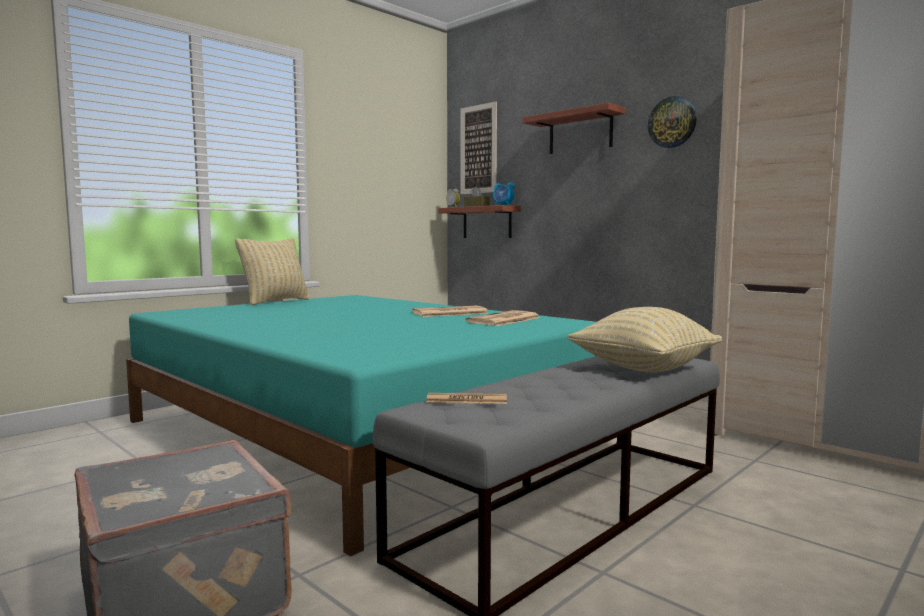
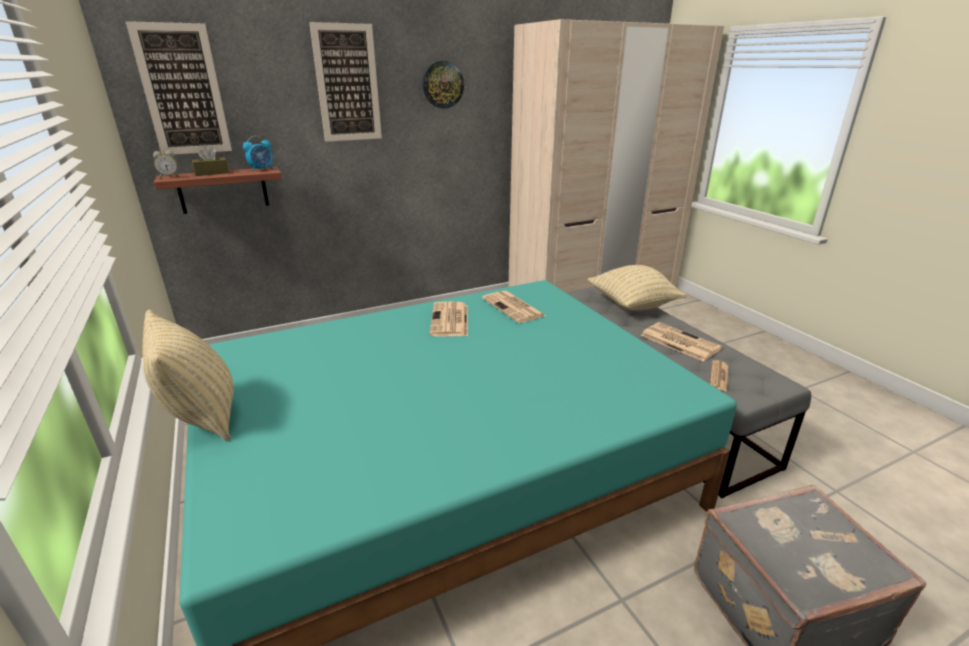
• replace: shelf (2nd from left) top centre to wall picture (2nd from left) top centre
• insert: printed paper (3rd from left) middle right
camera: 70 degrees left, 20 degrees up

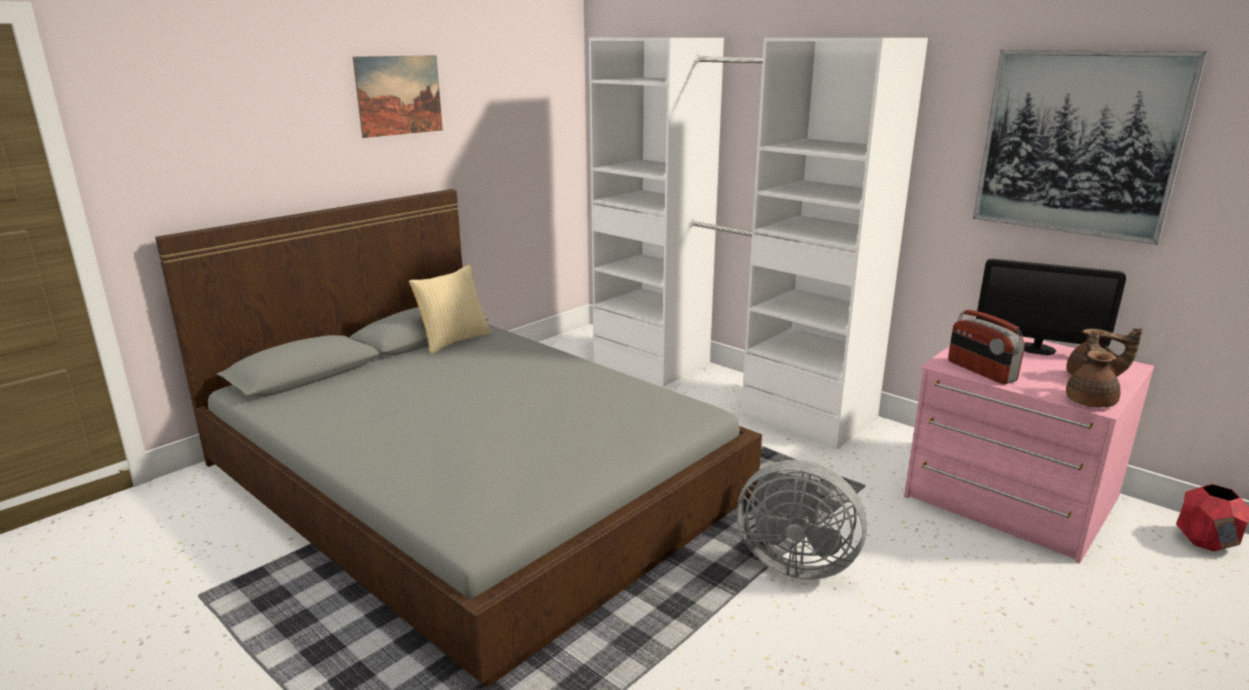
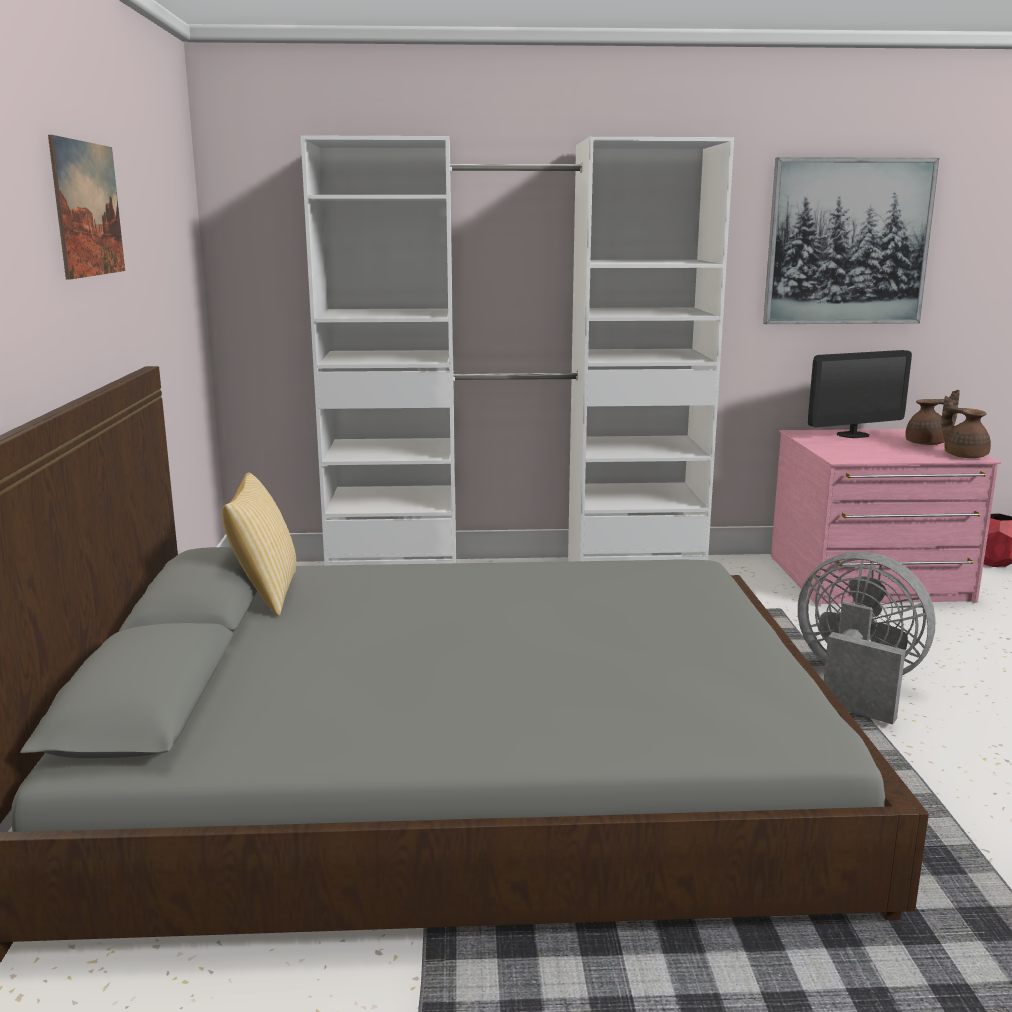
• delete: radio set middle right
• rotate: gray cooling fan bottom centre = middle right 120 degrees counterclockwise
camera: 45 degrees left, 5 degrees down

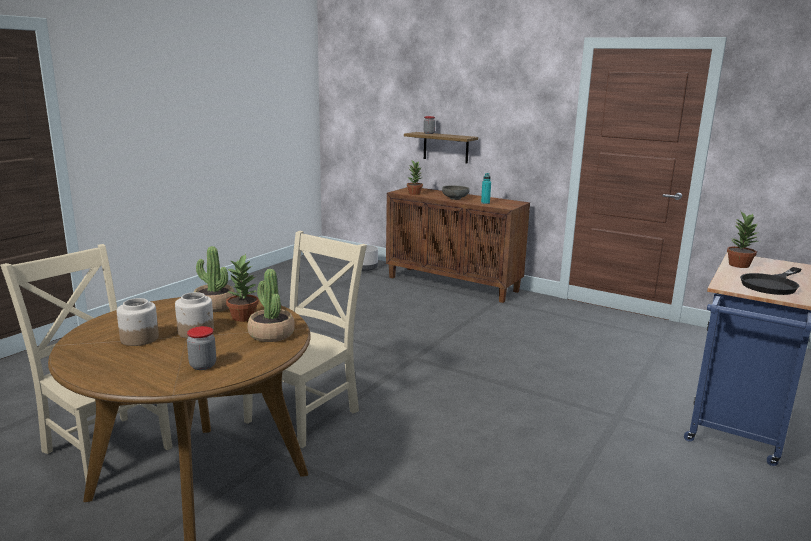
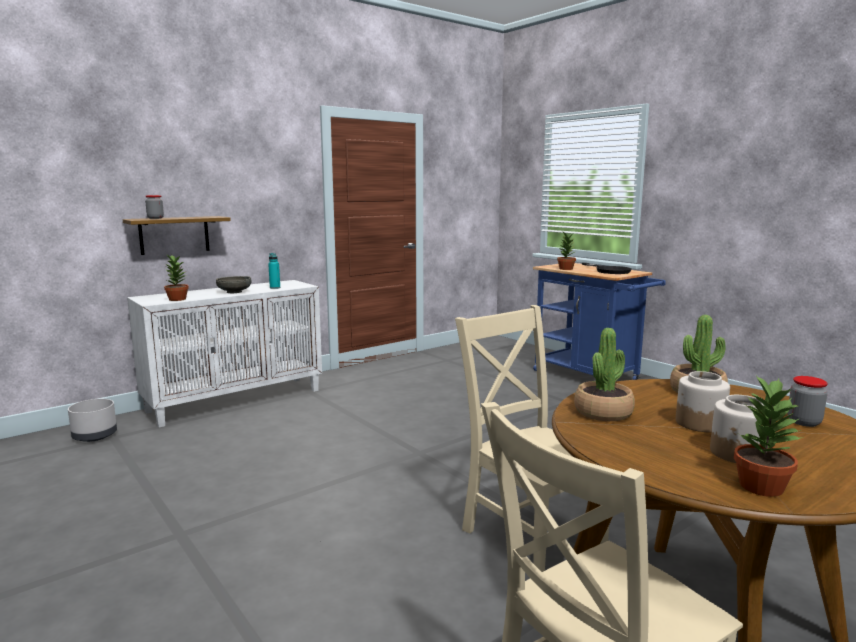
• recolor: brown-coloured cabinet centre to whitish cabinet middle left
• move: potted plant (2nd from left in the first image) middle left to potted plant (5th from left) bottom right
camera: 70 degrees left, 5 degrees down

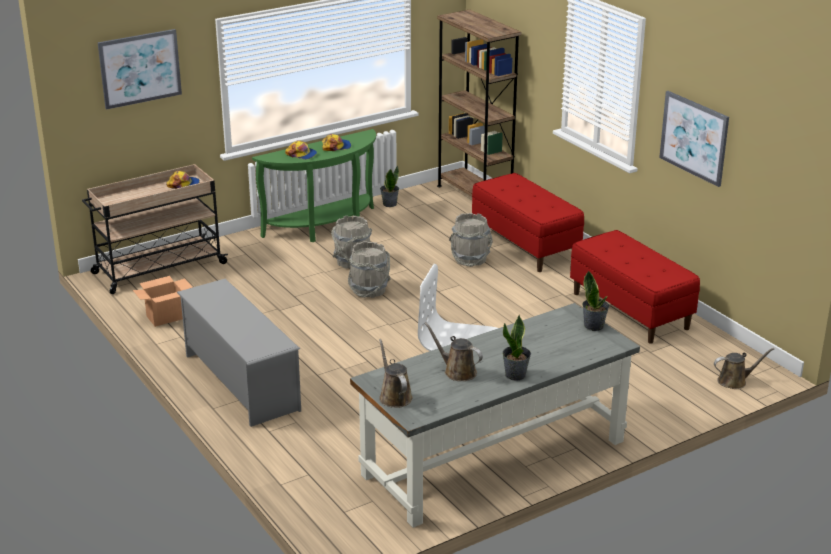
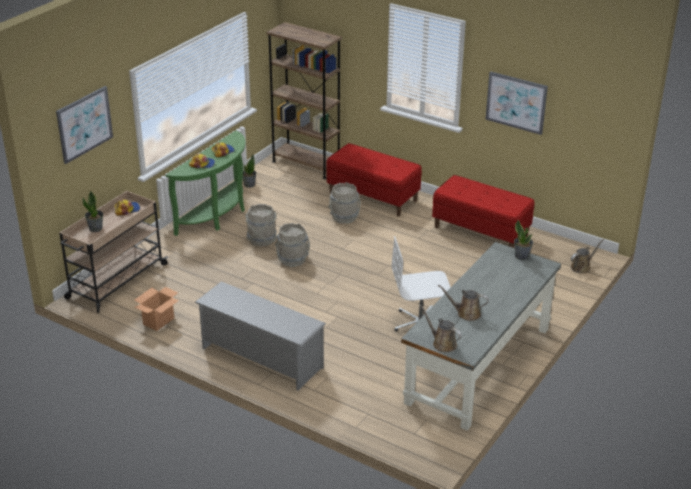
• move: potted plant (2nd from left in the first image) centre to potted plant (1st from left) middle left
camera: 25 degrees left, 5 degrees up

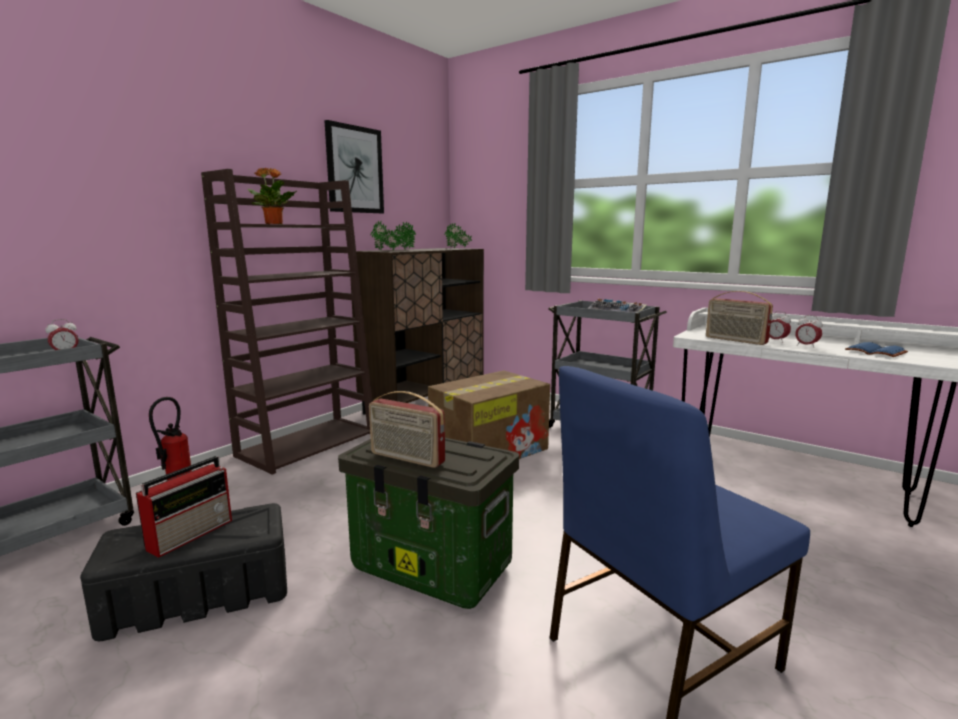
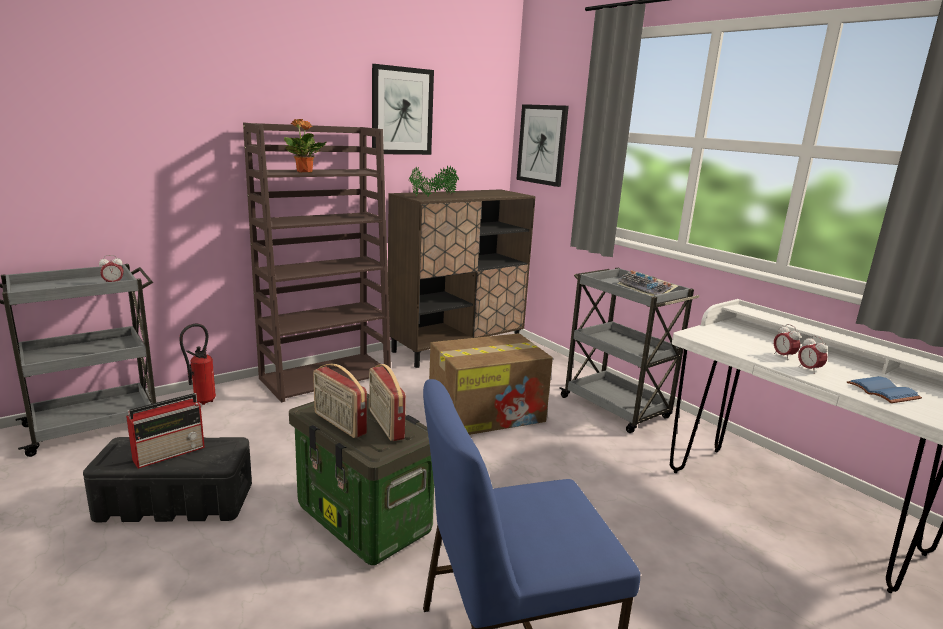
• delete: potted plant (4th from left) top centre
• move: radio set (3rd from left) middle right to centre
• insert: wall picture (2nd from left) top centre
camera: 15 degrees right, 5 degrees up

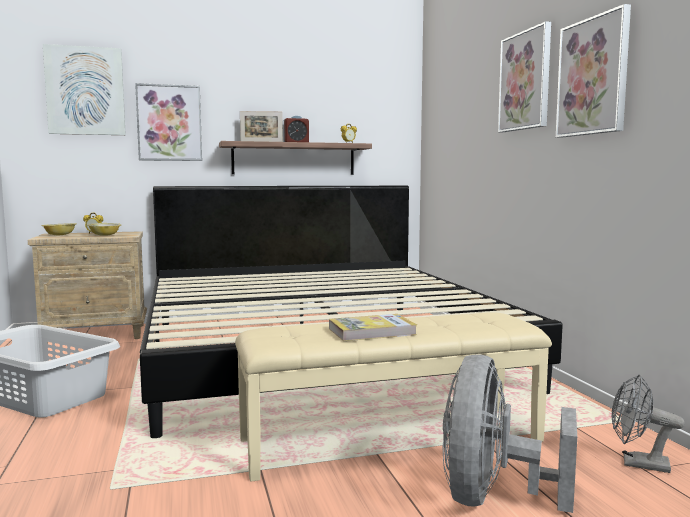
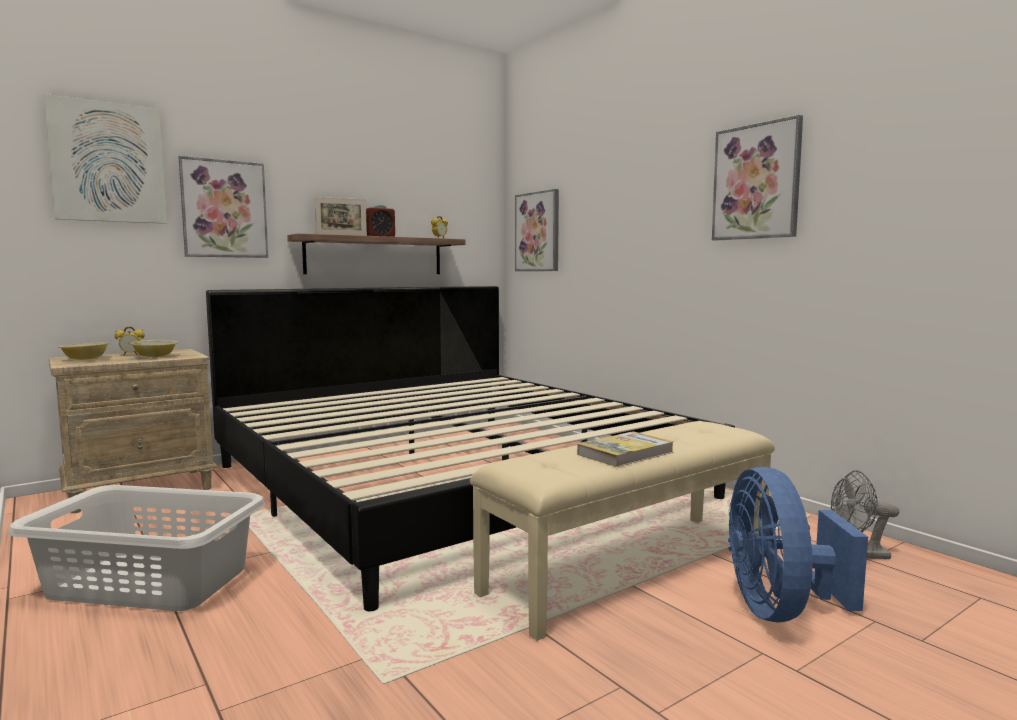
• move: wall picture (3rd from left) top right to top centre
• recolor: gray cooling fan (1st from left) bottom right to blue-coloured cooling fan bottom right
camera: 20 degrees left, 0 degrees up

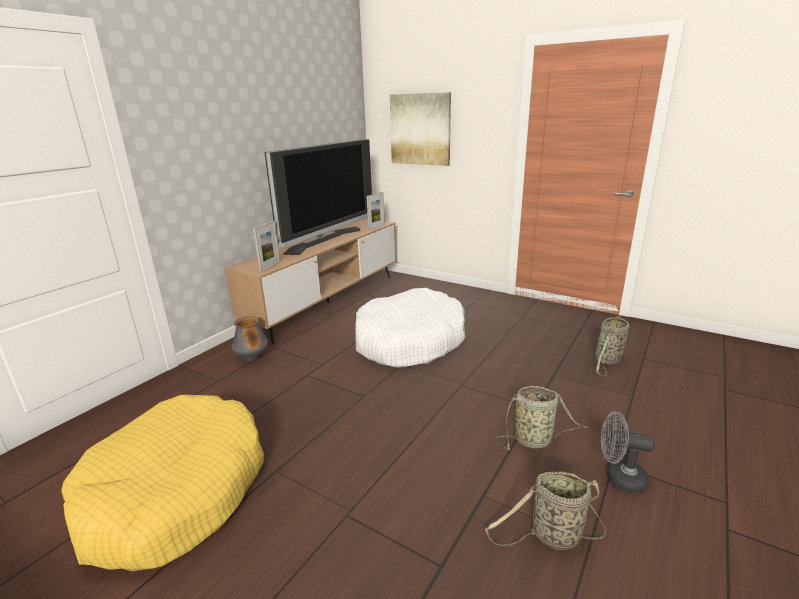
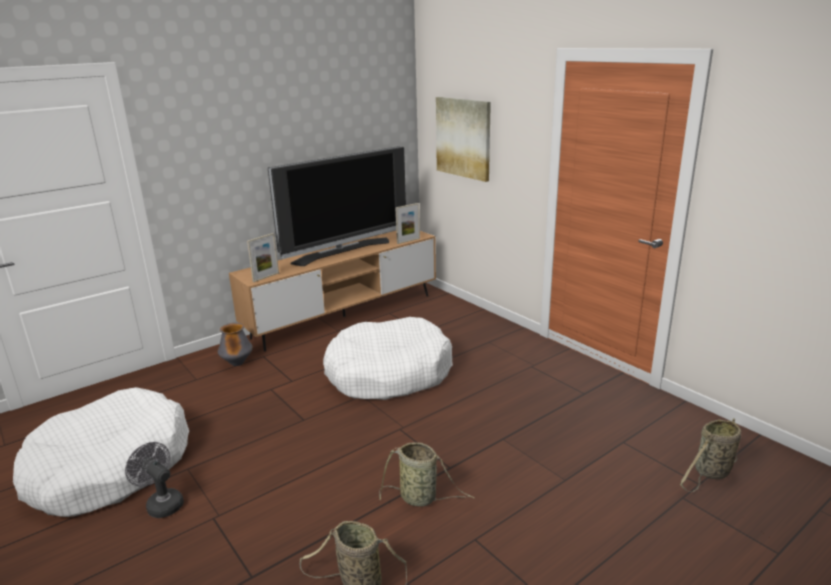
• move: household basket (3rd from left) middle right to bottom right
• recolor: yellow pet bed bottom left to whitish pet bed (1st from left) bottom left
• move: gray cooling fan bottom right to bottom left
camera: 20 degrees right, 0 degrees up

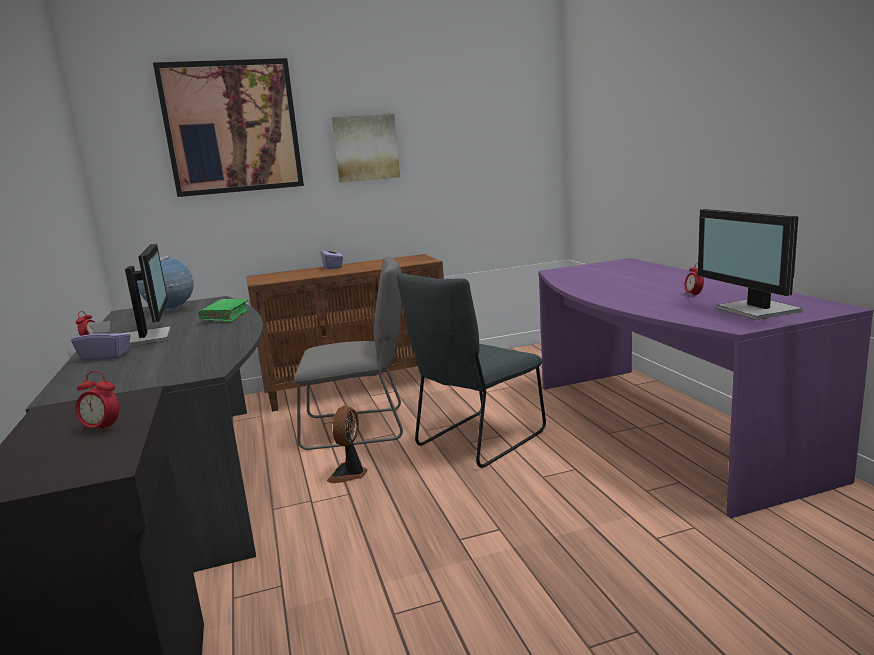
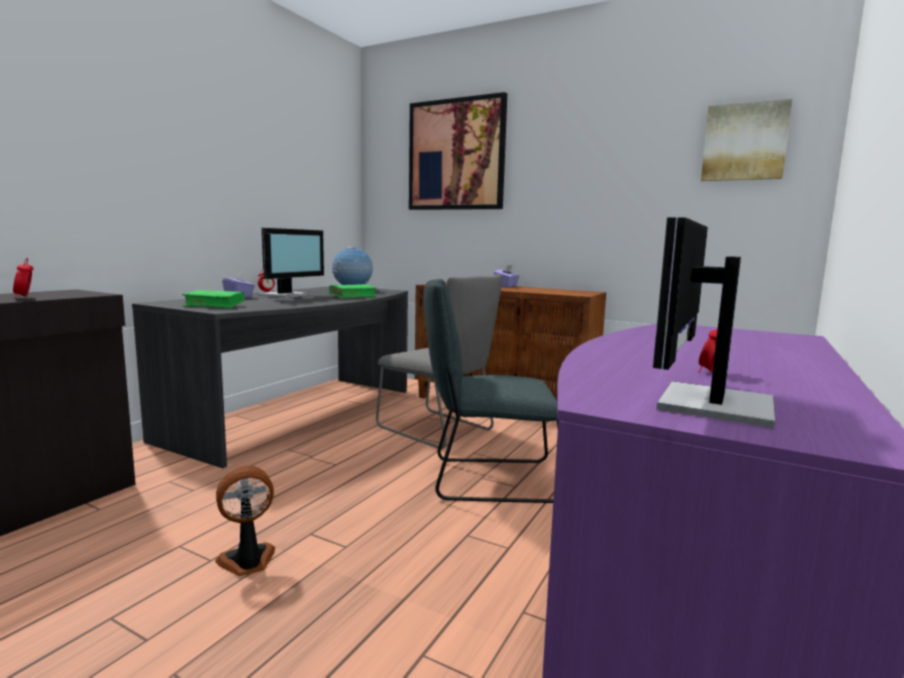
• move: wall picture (2nd from left) top centre to top right
• move: cooling fan bottom centre to bottom left
• insert: green-coloured volume (1st from left) middle left
camera: 45 degrees right, 5 degrees down

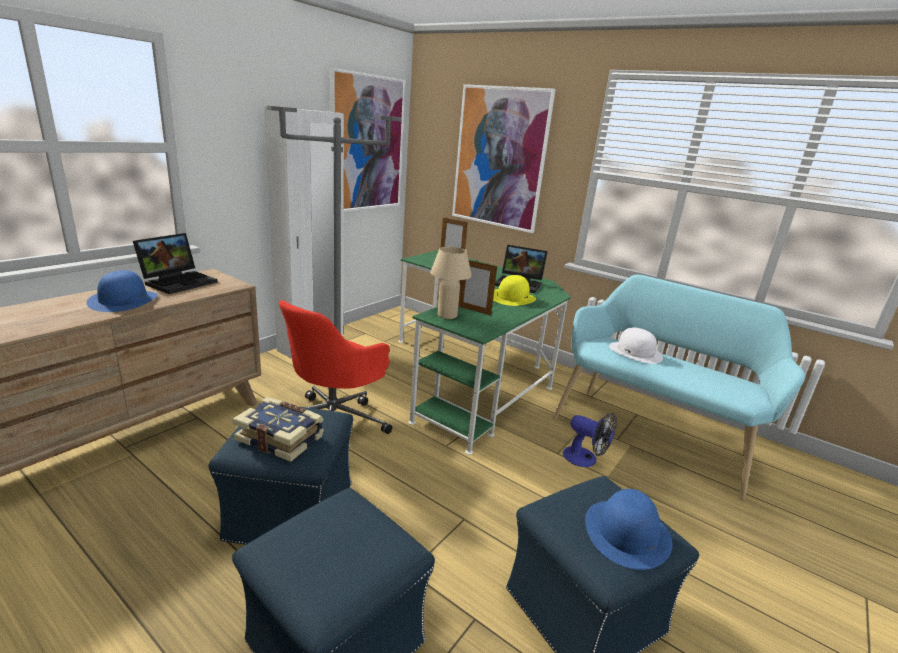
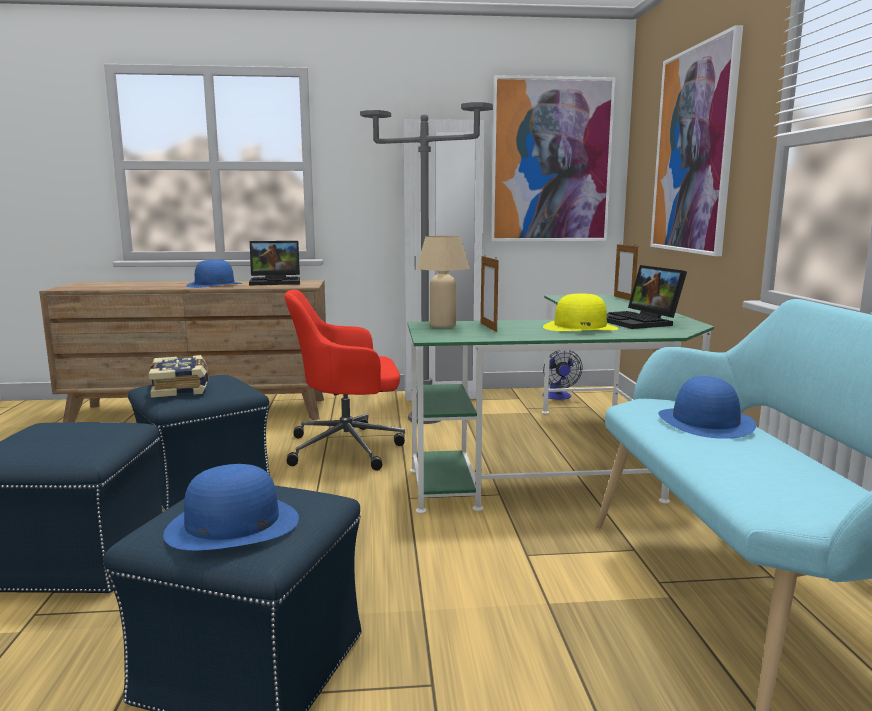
• recolor: whitish clothing hat middle right to blue-coloured clothing hat (3rd from left) middle right
• move: cooling fan bottom centre to centre
camera: 50 degrees right, 10 degrees down

